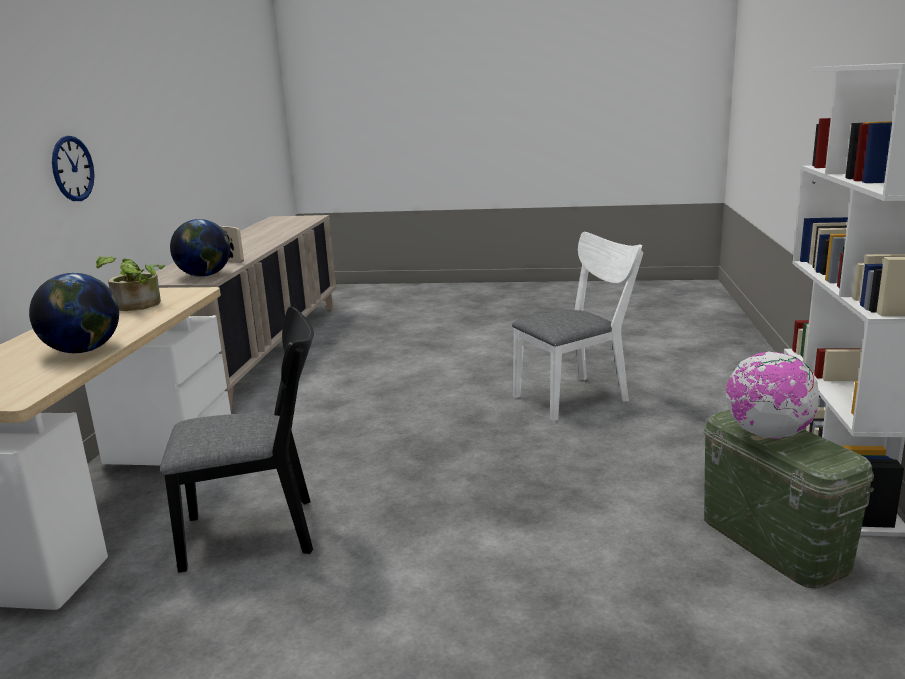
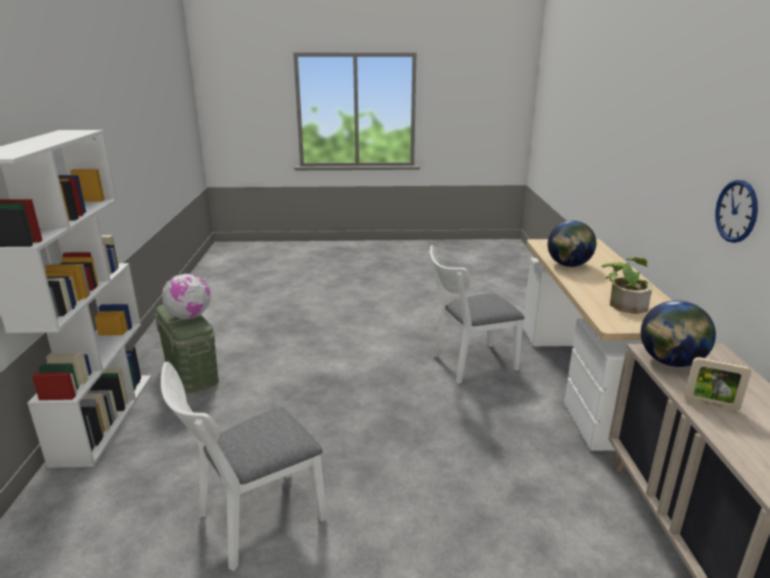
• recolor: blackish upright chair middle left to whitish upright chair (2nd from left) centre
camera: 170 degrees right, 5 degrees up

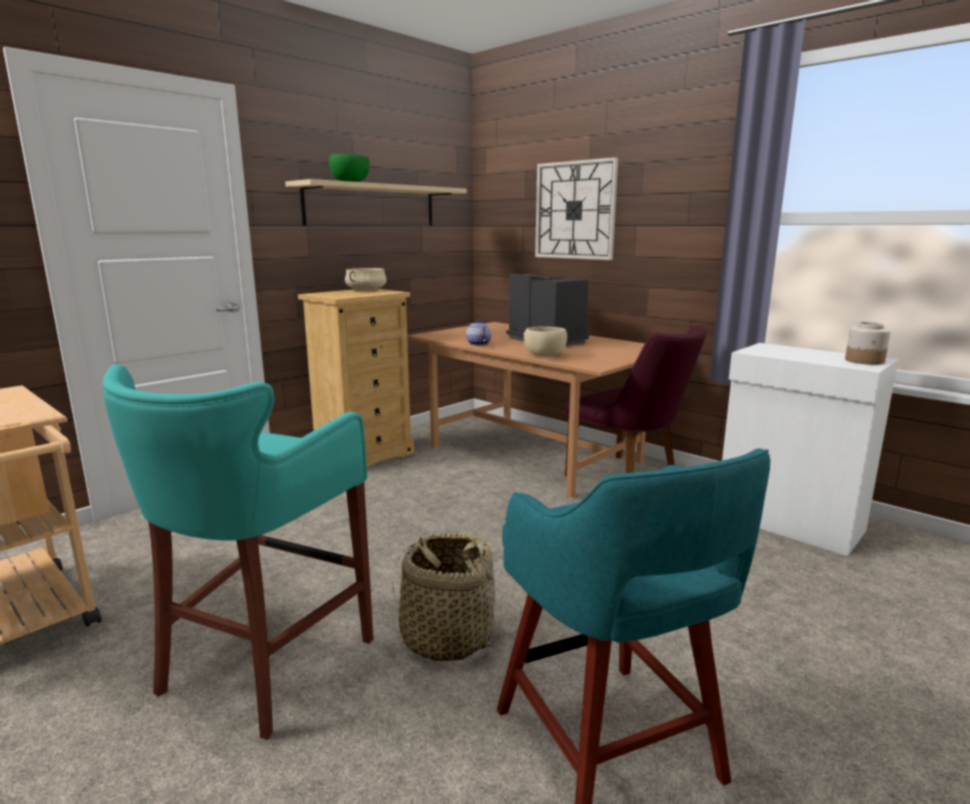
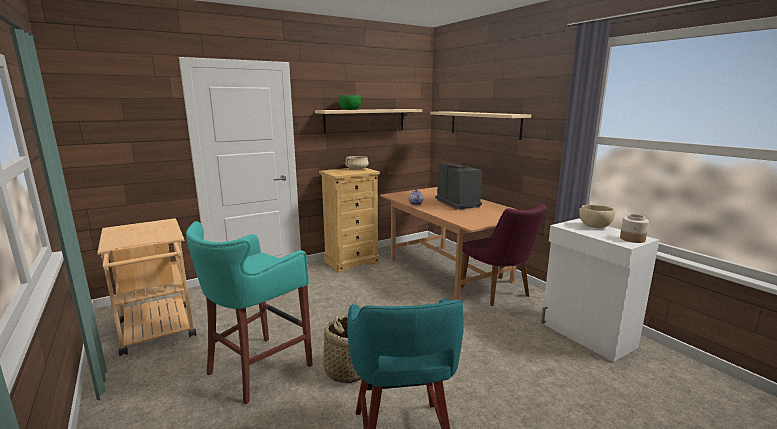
• replace: clock on the wall top centre to sand-coloured shelf (2nd from left) top centre
• move: sand-coloured deep dish centre to middle right
camera: 15 degrees right, 0 degrees up

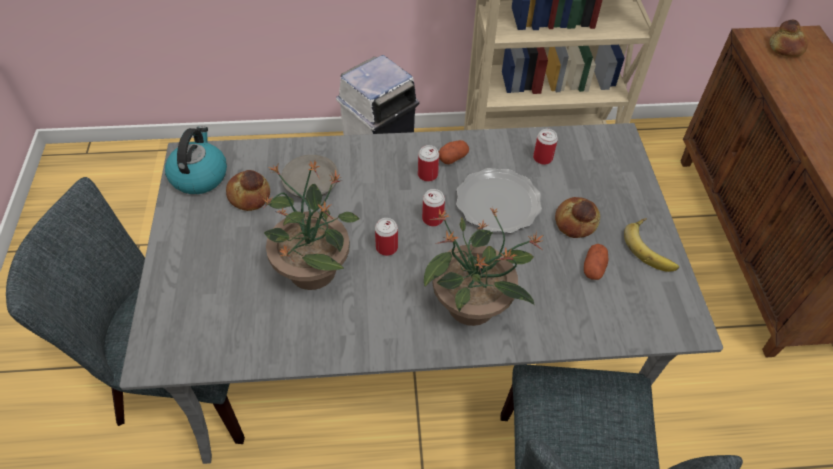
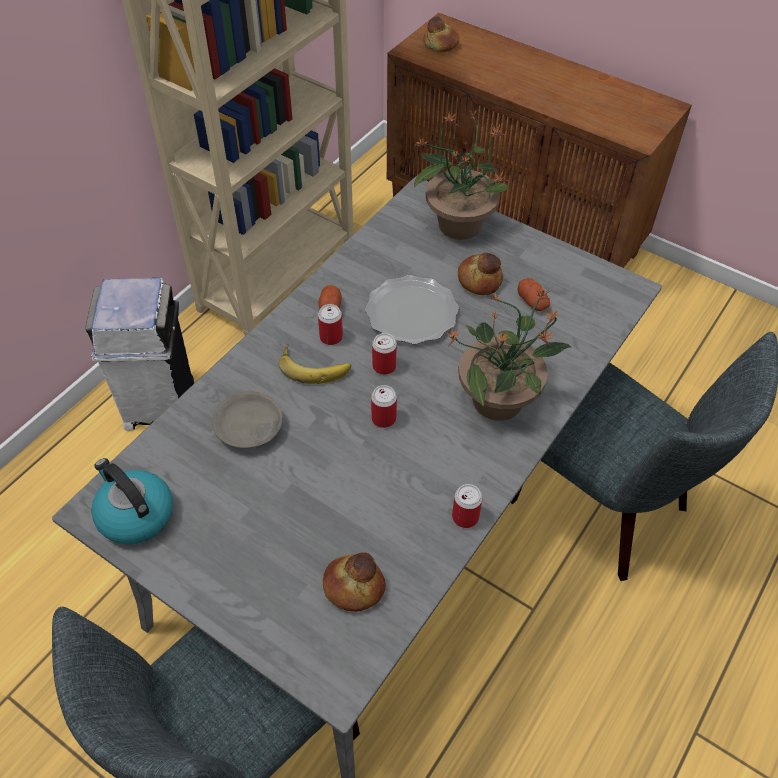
• move: can (4th from left) top centre to centre
• move: potted plant (1st from left) centre to top centre
• move: bread (1st from left) middle left to bottom centre
• move: banana fruit middle right to centre
camera: 50 degrees left, 0 degrees up

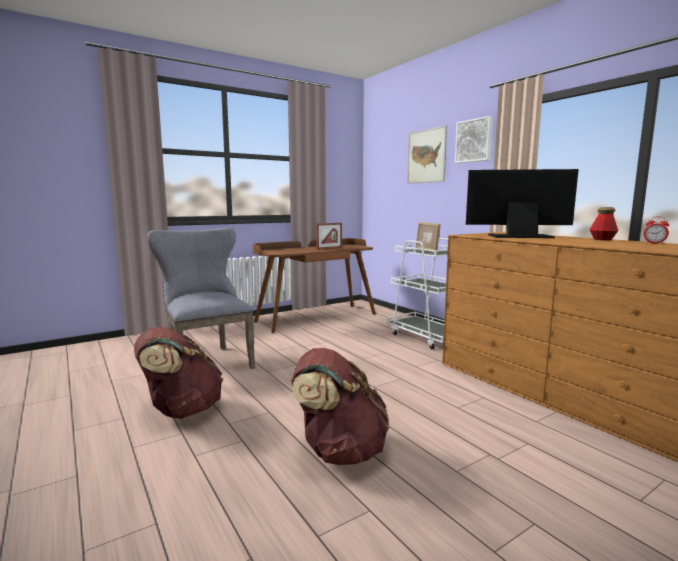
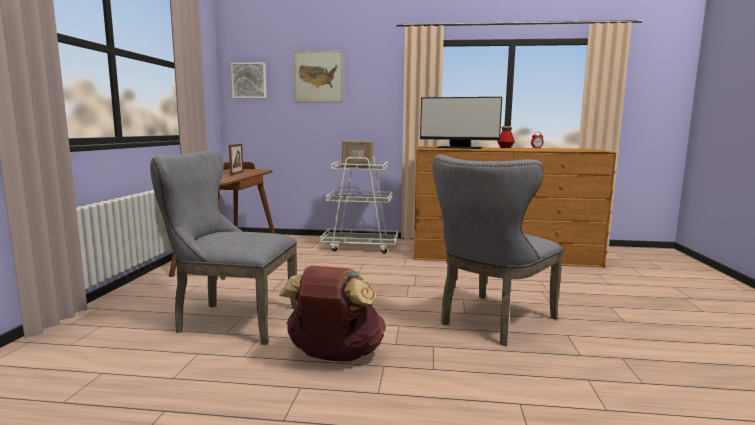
• move: wall picture (2nd from left in the first image) top right to wall picture (1st from left) top left
• rotate: computer display middle right = top centre 120 degrees counterclockwise
• replace: brown-coloured backpack (2nd from left) bottom centre to gray upright chair (2nd from left) centre
camera: 50 degrees left, 0 degrees up

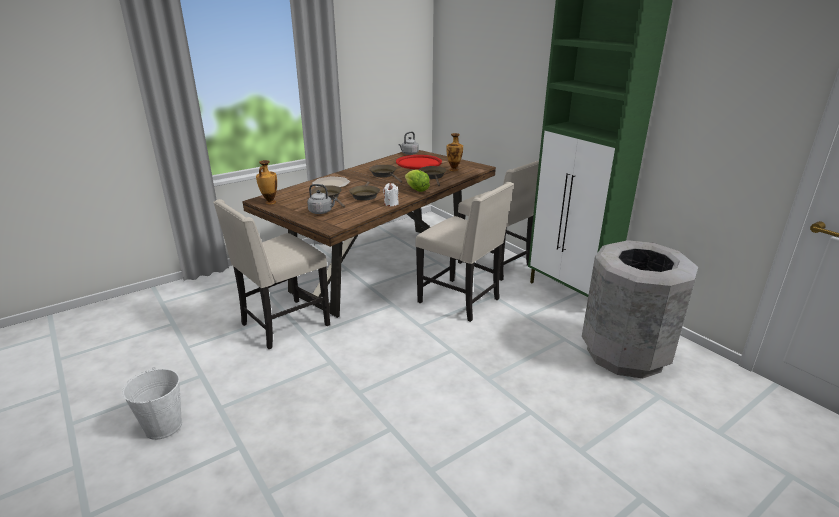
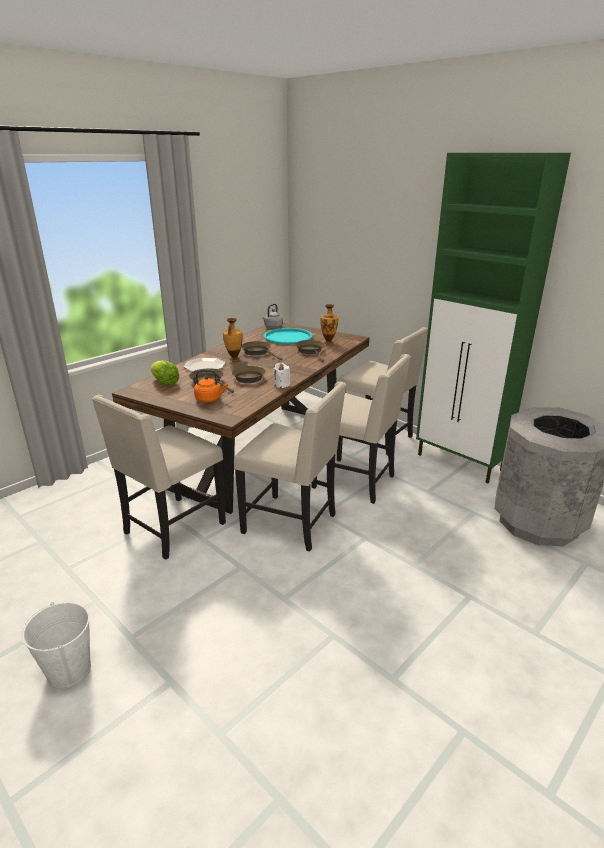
• recolor: red serving tray top centre to turquoise serving tray centre
• move: vase (1st from left) middle left to centre
• move: lettuce centre to middle left
• recolor: gray kettle (1st from left) centre to orangey kettle centre
• insert: sand-coloured upright chair (2nd from left) centre
camera: 10 degrees left, 0 degrees up

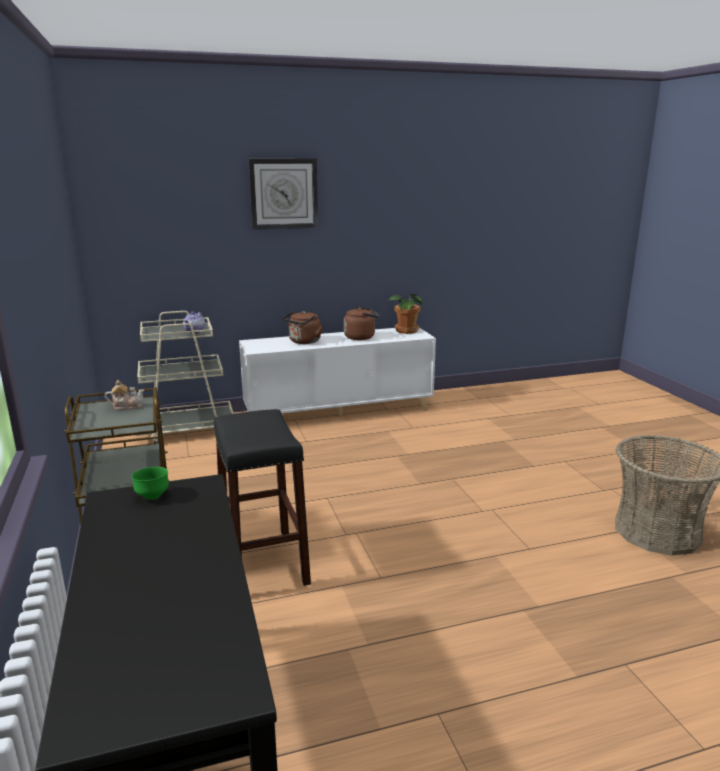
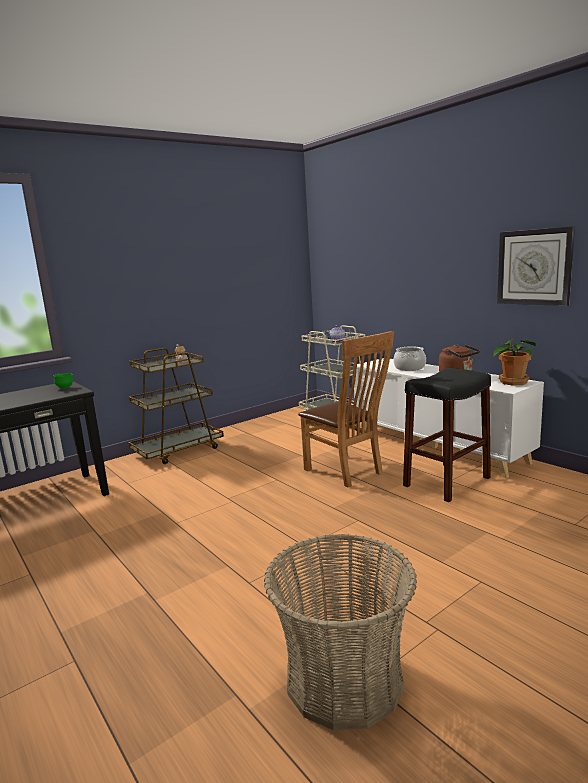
• move: clock on the wall top centre to middle right
• replace: brown-coloured kettle (1st from left) centre to stockpot middle right
• move: blackish stool centre to middle right
• insert: brown-coloured upright chair centre
camera: 70 degrees right, 5 degrees down

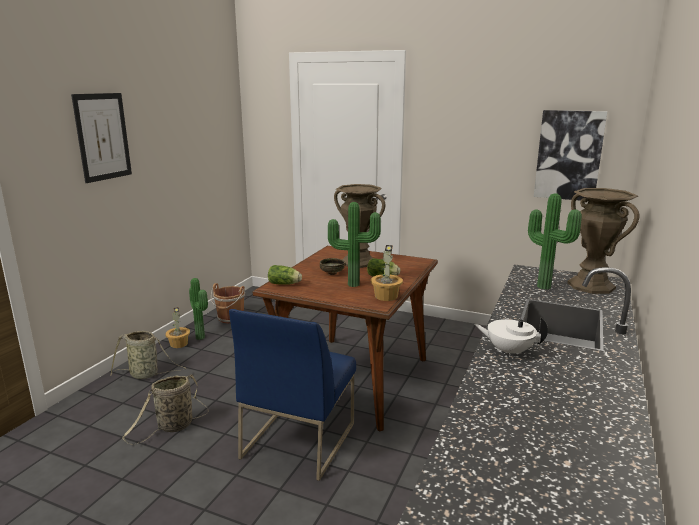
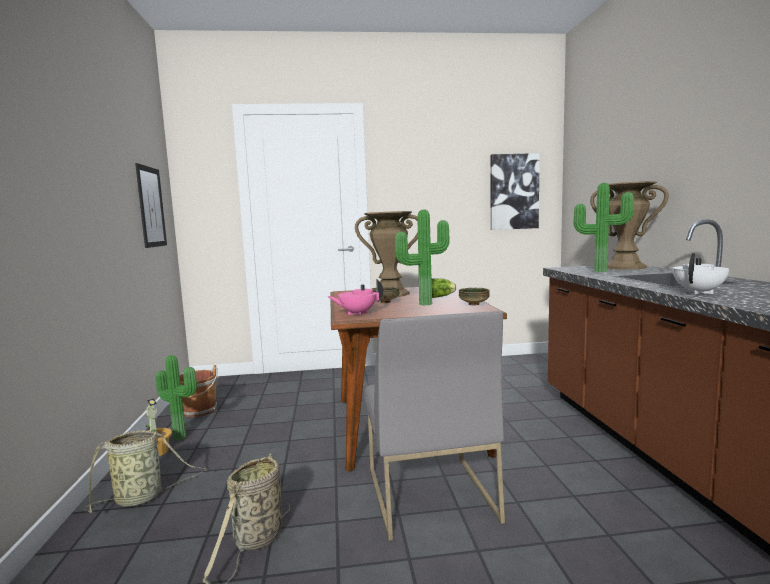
• move: wall picture (1st from left) top left to middle left
• replace: potted plant (4th from left) centre to deep dish (2nd from left) centre
• replace: lettuce (1st from left) centre to pink tea pot centre
• recolor: blue-coloured upright chair bottom centre to gray upright chair bottom centre
• rotate: whitish tea pot middle right = middle right 150 degrees clockwise
camera: 30 degrees left, 10 degrees down

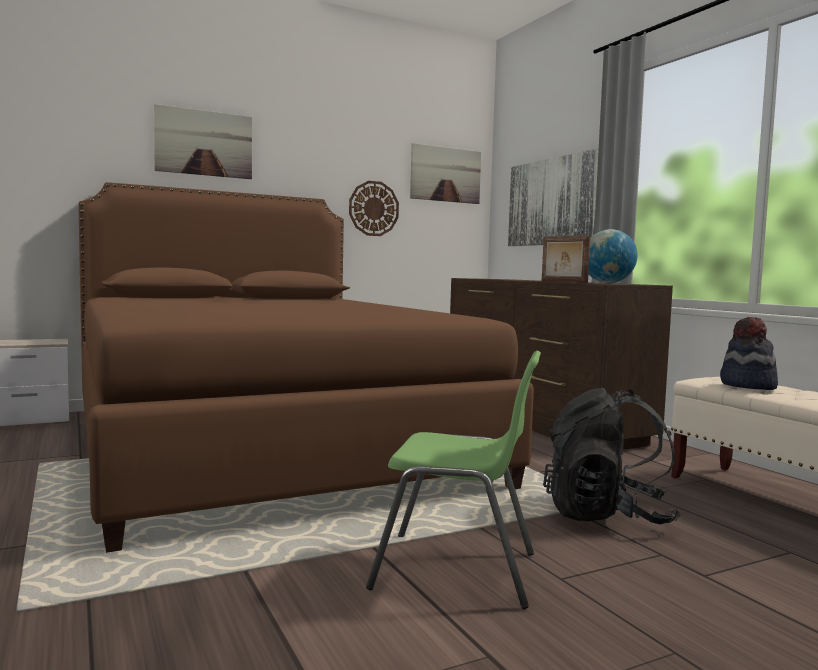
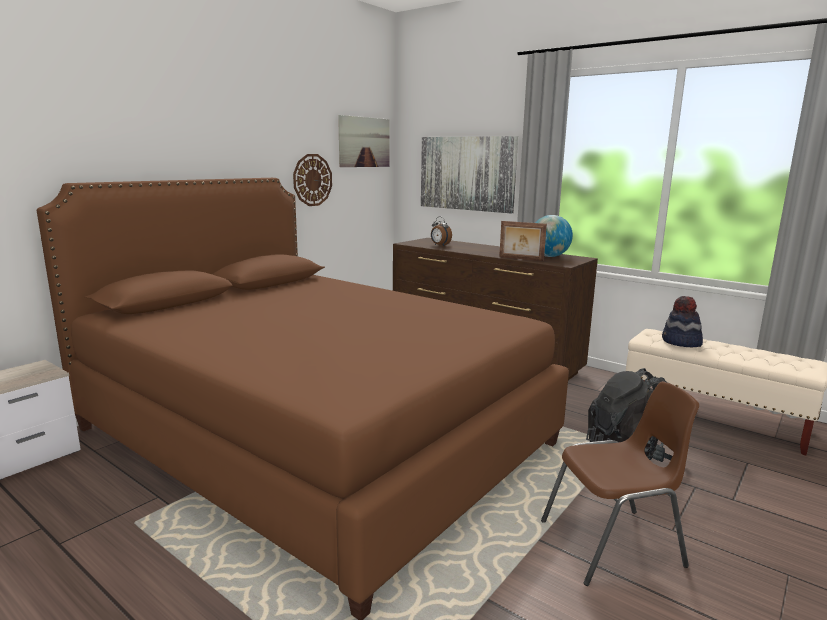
• delete: wall picture (1st from left) top left
• recolor: green-coloured upright chair bottom centre to brown-coloured upright chair bottom right
• insert: alarm clock centre
camera: 25 degrees left, 10 degrees up

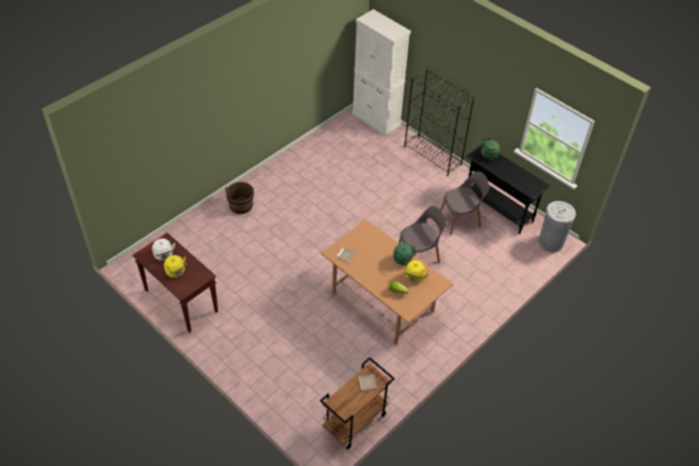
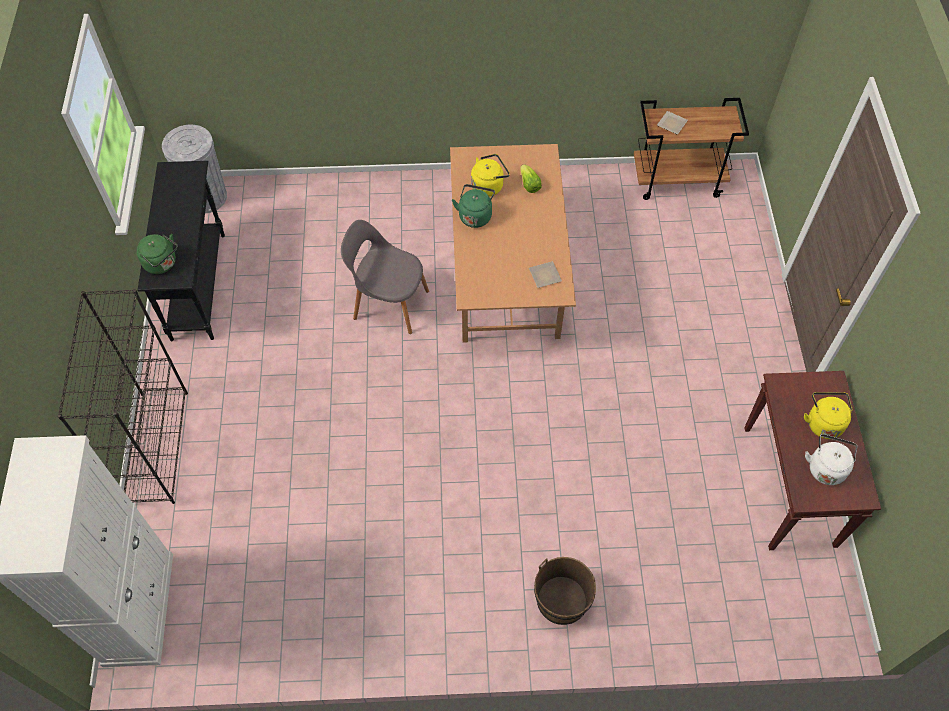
• delete: gray upright chair (2nd from left) centre
camera: 135 degrees left, 10 degrees up

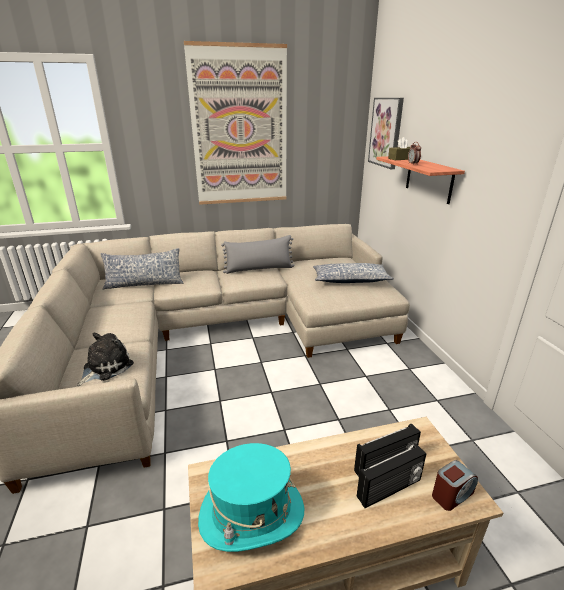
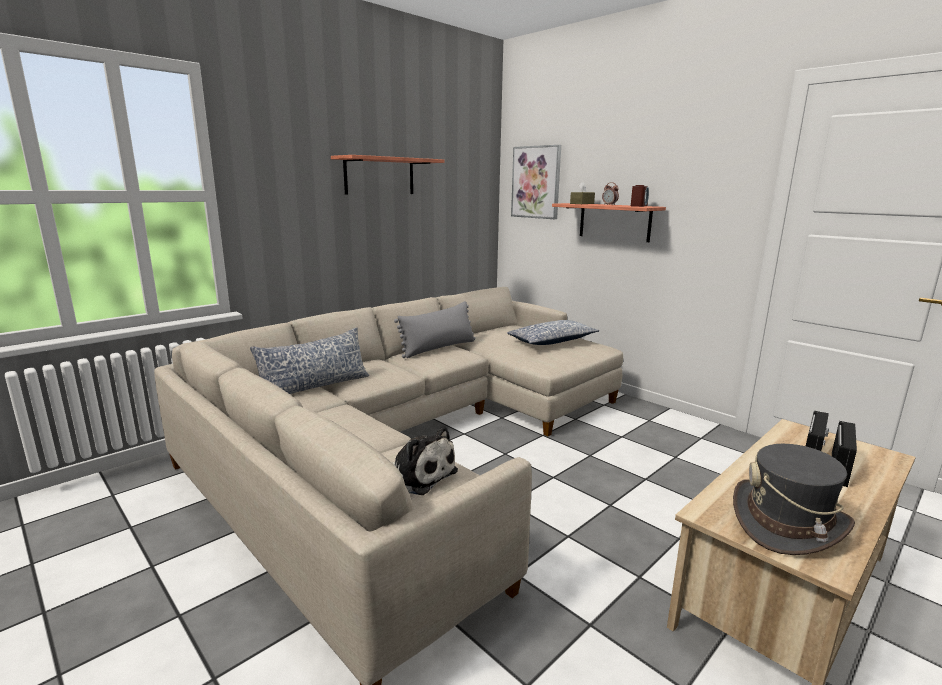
• replace: wall picture (1st from left) top centre to shelf (1st from left) top centre
• rotate: plush toy middle left = bottom centre 120 degrees clockwise
• recolor: turquoise clothing hat bottom centre to gray clothing hat bottom right
• move: alarm clock (2nd from left) bottom right to top right
camera: 30 degrees left, 10 degrees down

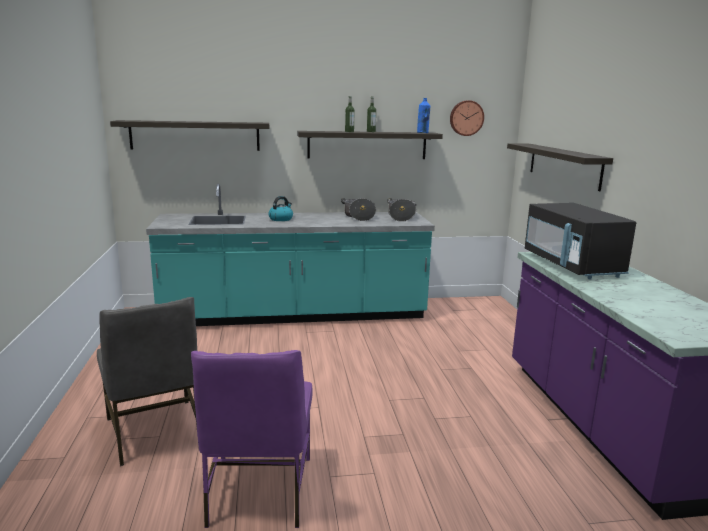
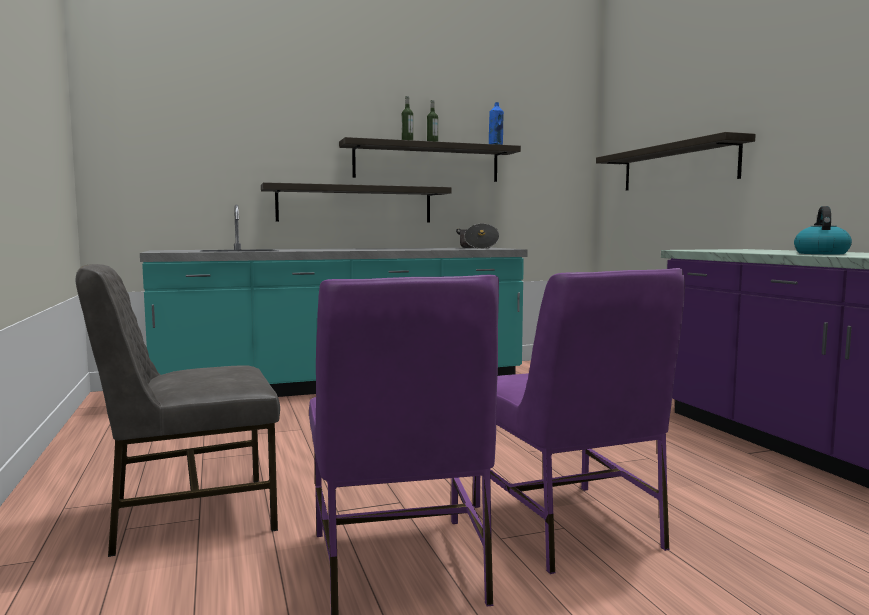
• delete: clock on the wall top centre
• move: shelf (1st from left) top left to top centre
• move: kettle centre to middle right
• delete: stockpot (1st from left) centre
• delete: blackish microwave oven middle right
• rotate: gray upright chair bottom left = bottom left 105 degrees clockwise
• insert: purple upright chair (2nd from left) bottom centre
camera: 10 degrees left, 10 degrees down

